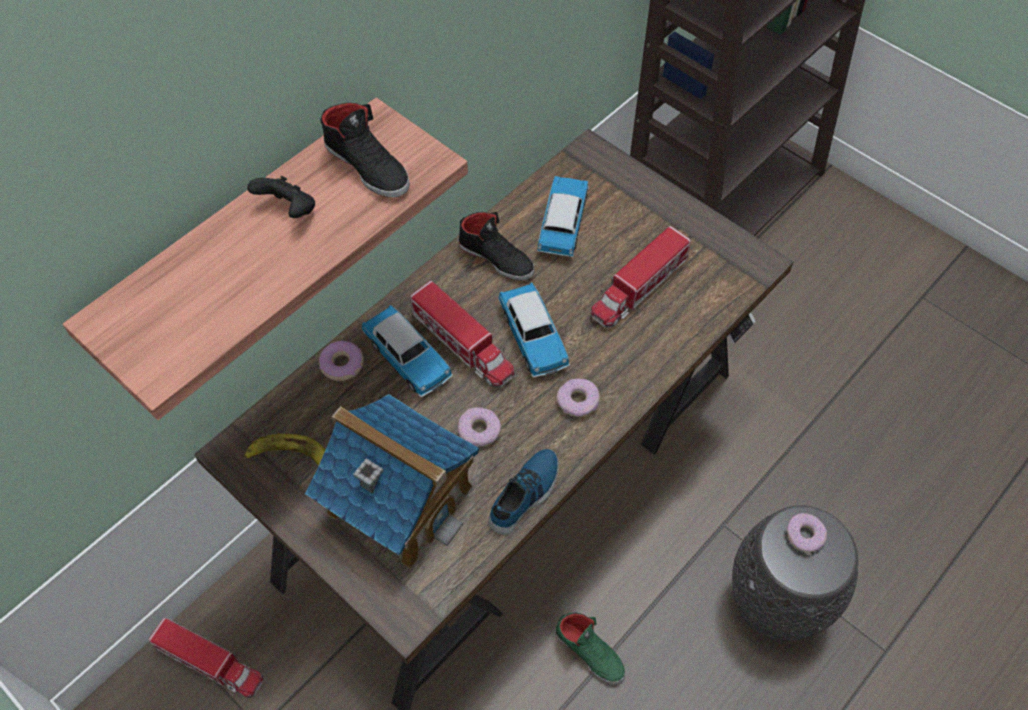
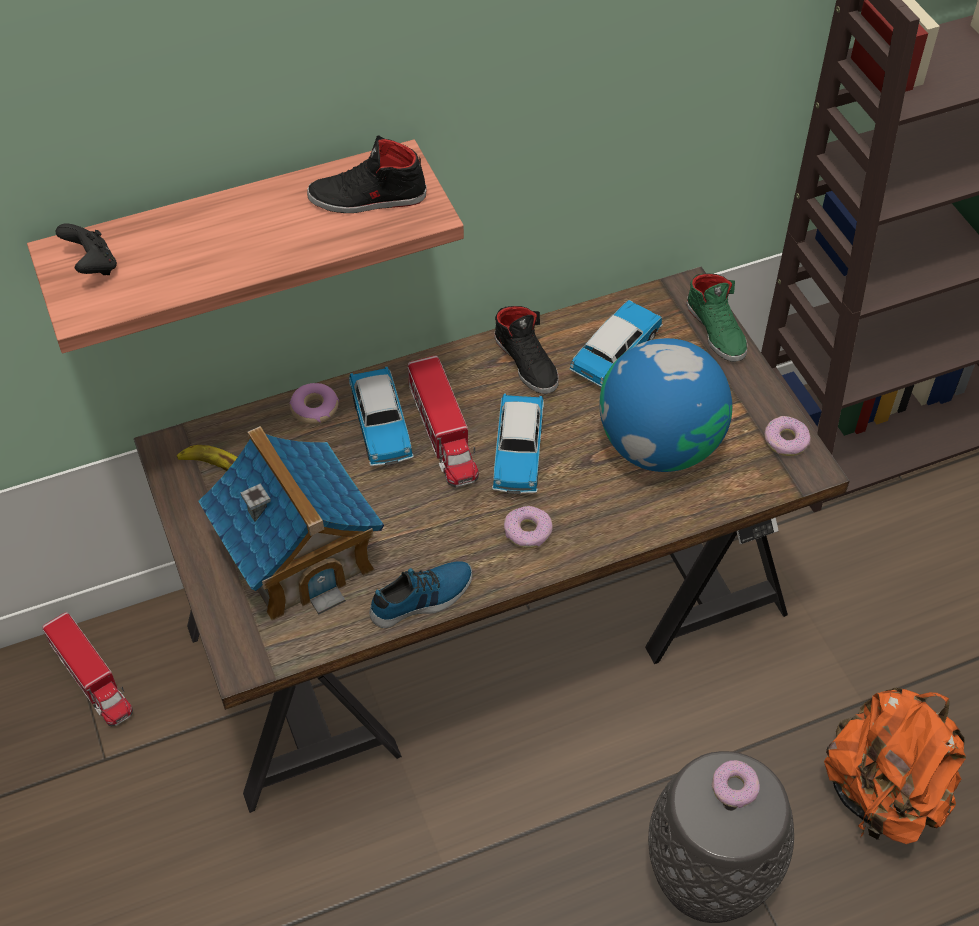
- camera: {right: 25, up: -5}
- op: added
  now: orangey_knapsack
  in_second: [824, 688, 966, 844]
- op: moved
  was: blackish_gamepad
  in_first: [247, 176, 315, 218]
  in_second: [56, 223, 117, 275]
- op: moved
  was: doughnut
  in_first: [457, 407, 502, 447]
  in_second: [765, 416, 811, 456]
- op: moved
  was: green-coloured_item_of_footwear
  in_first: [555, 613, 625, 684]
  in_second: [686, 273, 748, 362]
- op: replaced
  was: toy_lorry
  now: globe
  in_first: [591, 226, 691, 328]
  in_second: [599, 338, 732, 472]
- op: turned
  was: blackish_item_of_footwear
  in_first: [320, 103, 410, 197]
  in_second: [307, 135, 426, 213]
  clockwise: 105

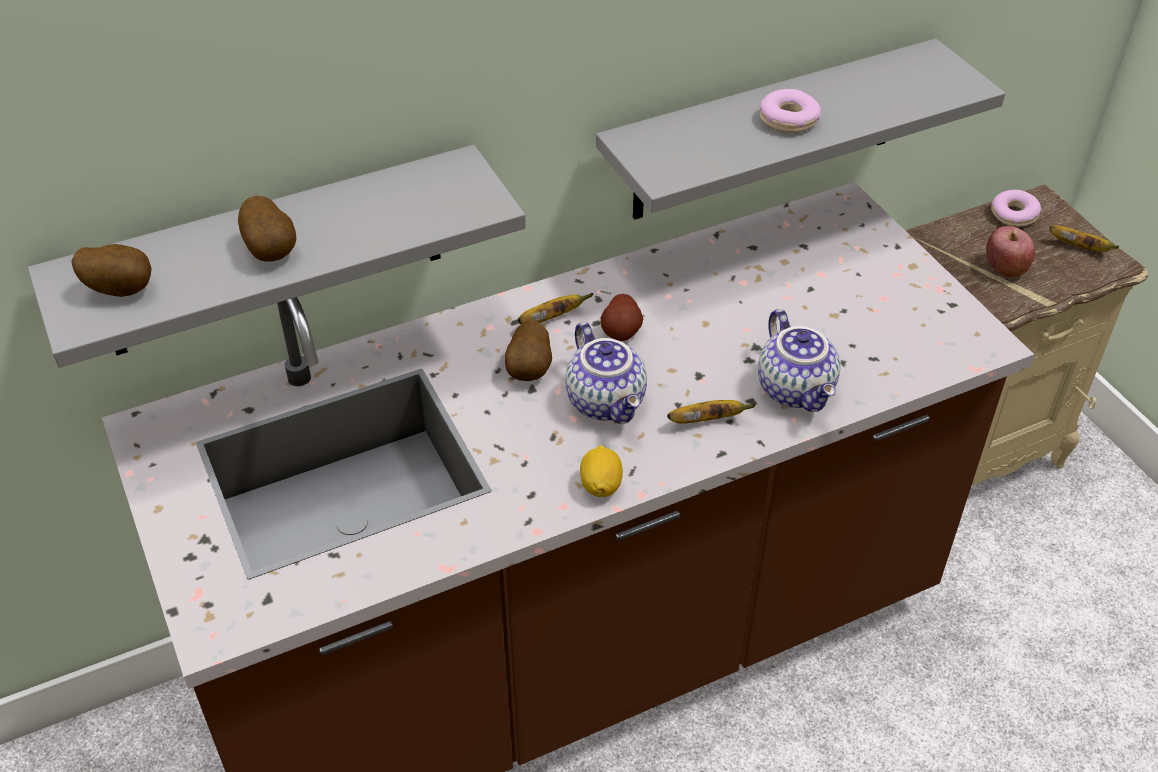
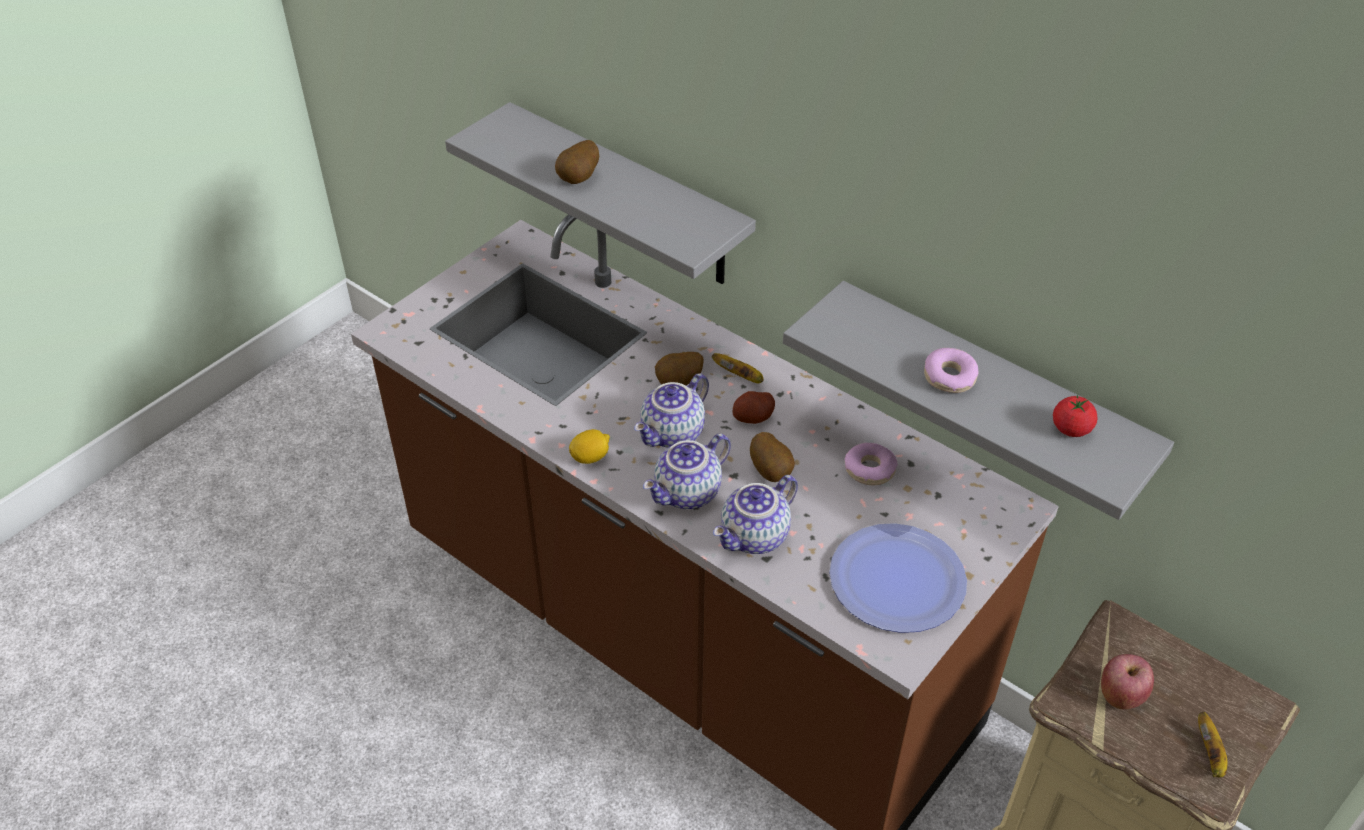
- camera: {right: 65, up: 0}
- op: added
  now: dinner_plate
  in_second: [829, 523, 967, 633]
- op: added
  now: tomato
  in_second: [1053, 395, 1097, 437]
- op: moved
  was: spud
  in_first: [71, 244, 152, 297]
  in_second: [750, 432, 795, 482]
- op: moved
  was: doughnut
  in_first: [991, 190, 1041, 227]
  in_second: [845, 443, 897, 485]
- op: replaced
  was: banana_fruit
  now: teapot
  in_first: [667, 400, 756, 424]
  in_second: [643, 433, 731, 509]

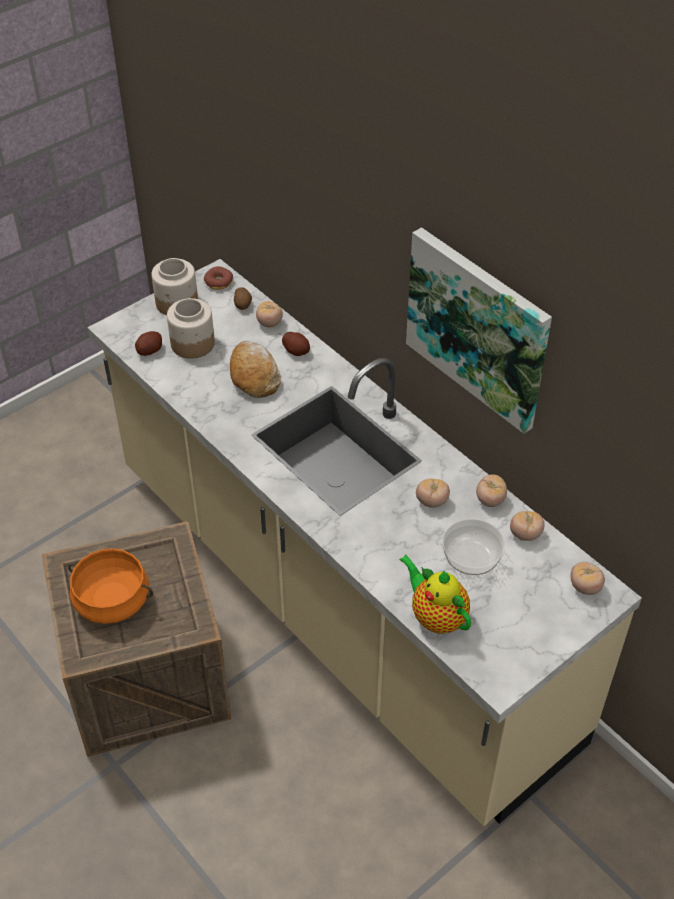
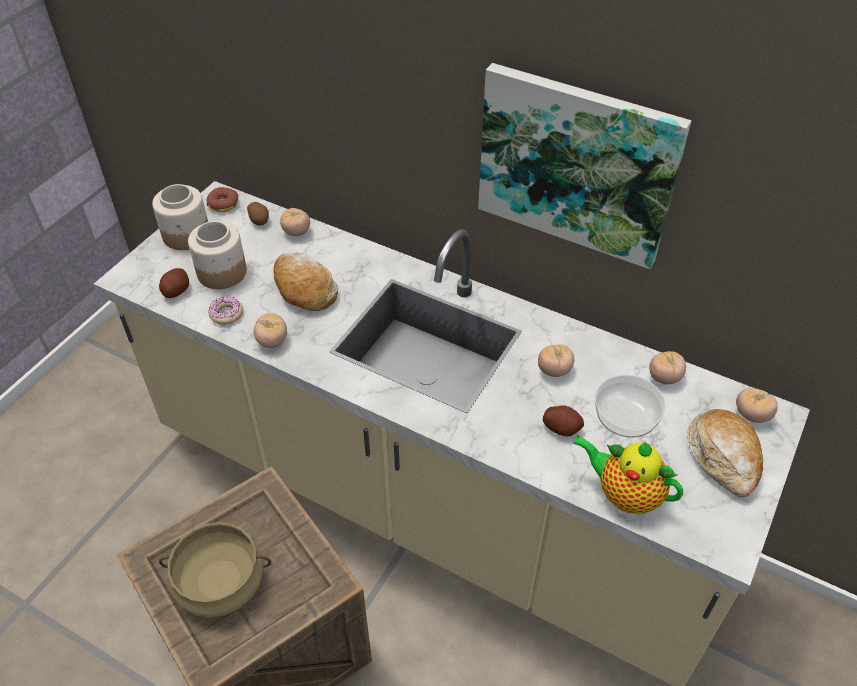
- camera: {right: -20, up: 0}
- op: added
  now: doughnut
  in_second: [209, 296, 243, 325]
- op: added
  now: bakery_bread
  in_second: [687, 409, 763, 497]
- op: moved
  was: spud
  in_first: [282, 332, 310, 356]
  in_second: [543, 406, 584, 436]
- op: moved
  was: tomato
  in_first: [476, 474, 507, 507]
  in_second: [254, 313, 287, 348]
- op: recoloured
  was: orangey_stockpot
  now: beige_stockpot
  in_first: [68, 548, 153, 624]
  in_second: [159, 522, 271, 618]

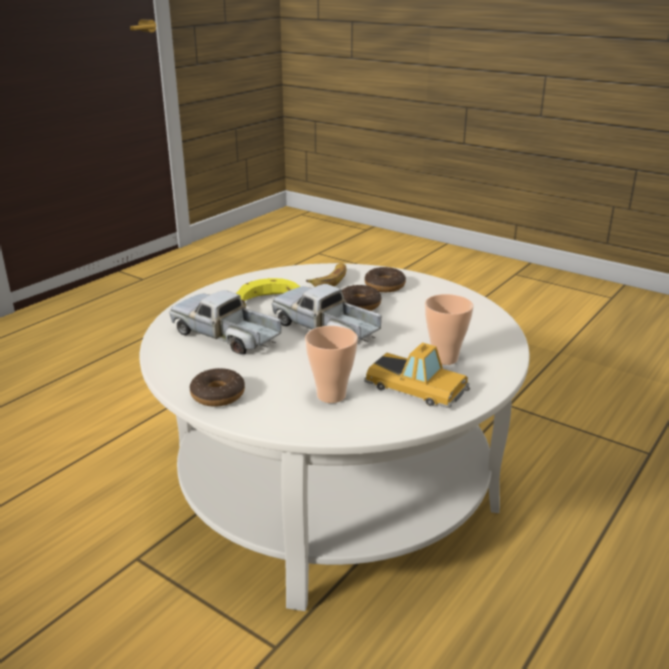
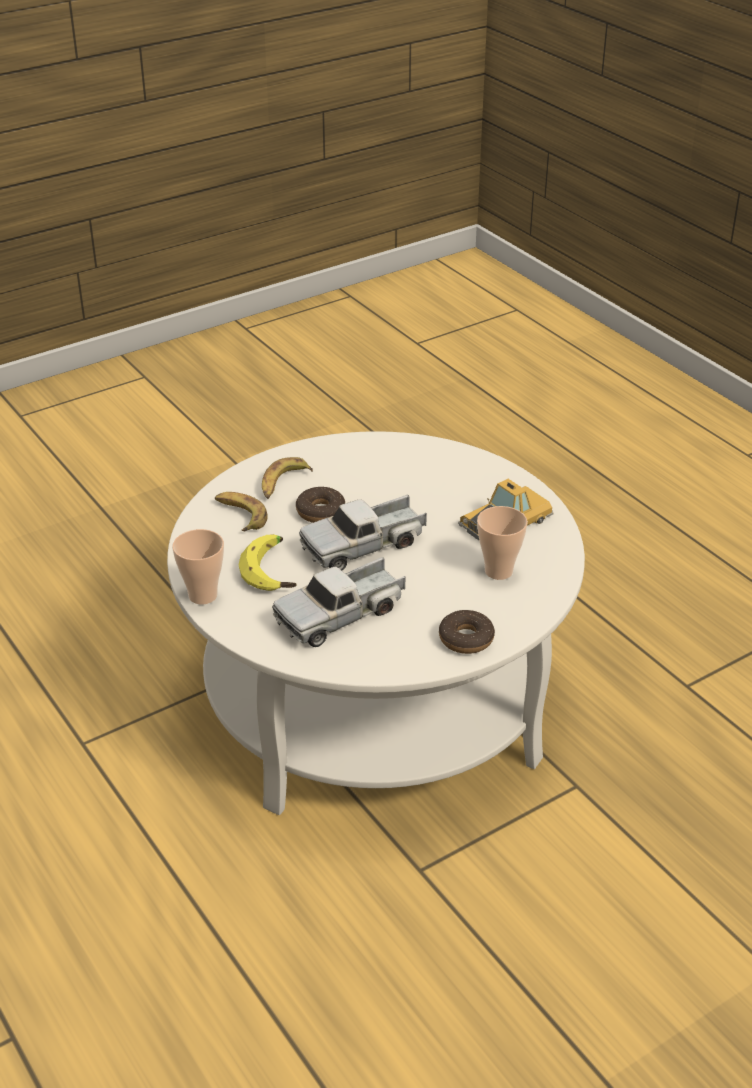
- camera: {right: -70, up: 10}
- op: moved
  was: small_cup
  in_first: [425, 294, 473, 365]
  in_second: [172, 529, 224, 604]
- op: replaced
  was: doughnut
  now: banana_fruit
  in_first: [365, 267, 406, 292]
  in_second: [262, 457, 313, 499]

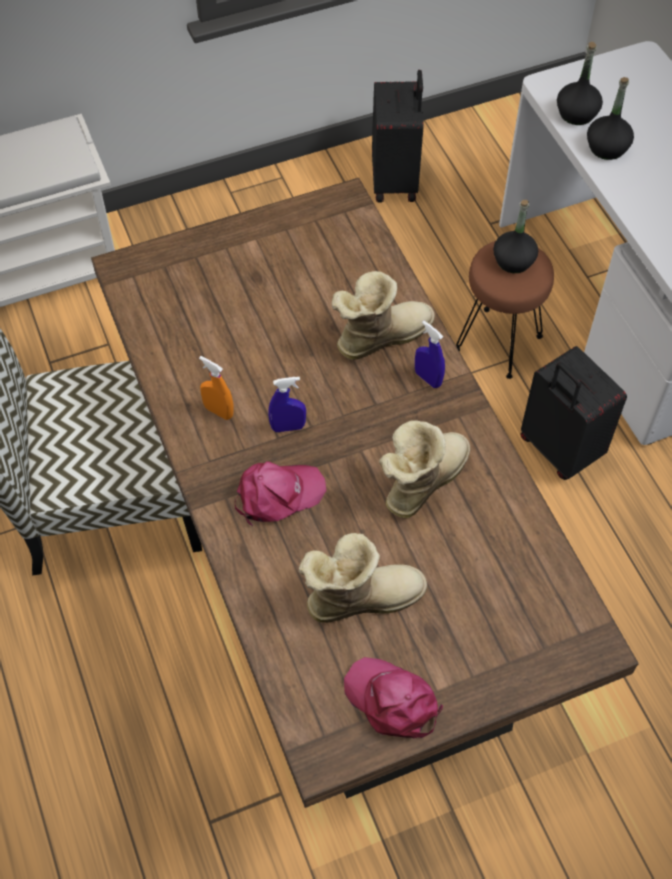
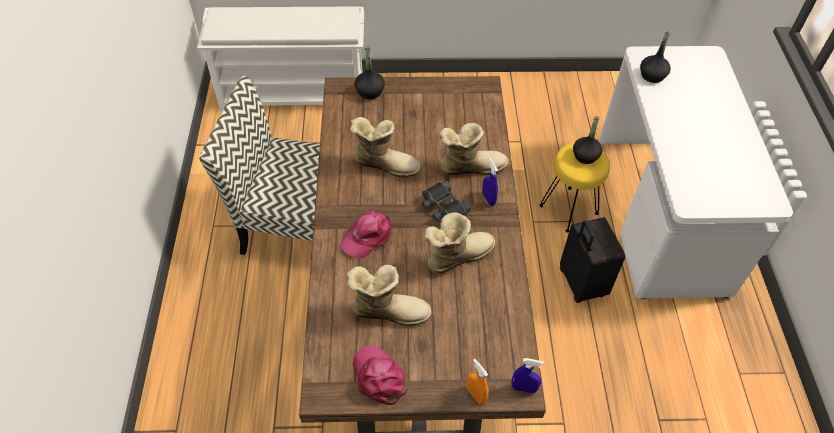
- camera: {right: 20, up: -5}
- op: removed
  was: blackish_piece_of_luggage
  in_first: [372, 70, 424, 203]
- op: added
  now: boot
  in_second: [350, 117, 421, 178]
- op: added
  now: blackish_pair_of_binoculars
  in_second: [422, 181, 471, 221]
- op: moved
  was: orangey_spray_bottle
  in_first: [199, 356, 233, 420]
  in_second: [466, 359, 489, 405]
- op: moved
  was: bluish_spray_bottle
  in_first: [268, 377, 306, 432]
  in_second: [511, 358, 544, 393]
- op: moved
  was: blackish_drink_bottle
  in_first: [587, 77, 634, 160]
  in_second: [354, 46, 385, 99]
- op: recoloured
  was: brownish_stool
  now: yellow-coloured_stool
  in_first: [456, 241, 554, 379]
  in_second: [539, 142, 610, 232]
- op: turned
  was: pinkish_peaked_cap
  in_first: [235, 461, 326, 526]
  in_second: [340, 210, 392, 259]
  clockwise: 135

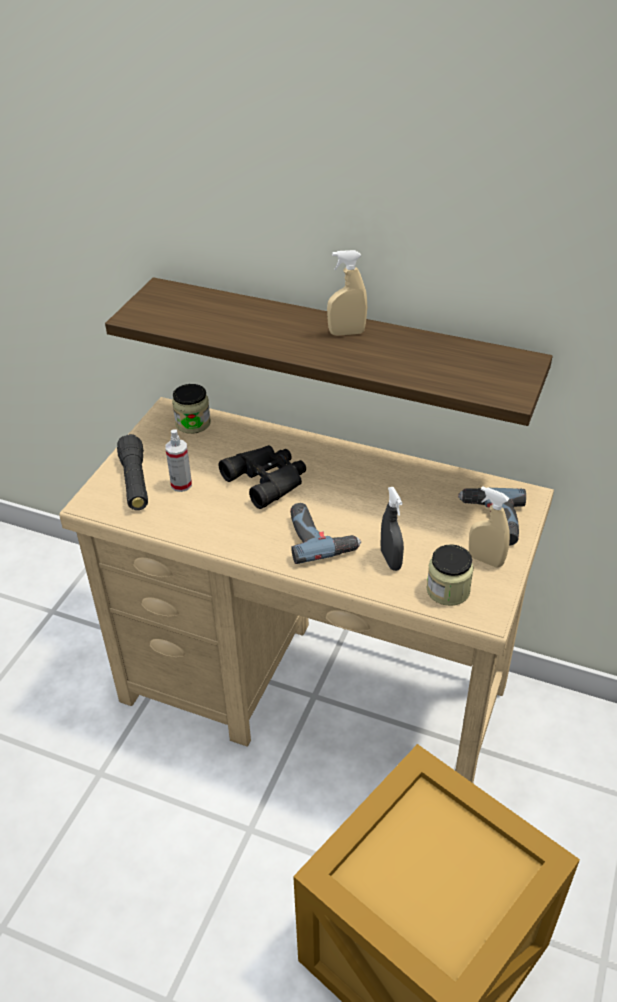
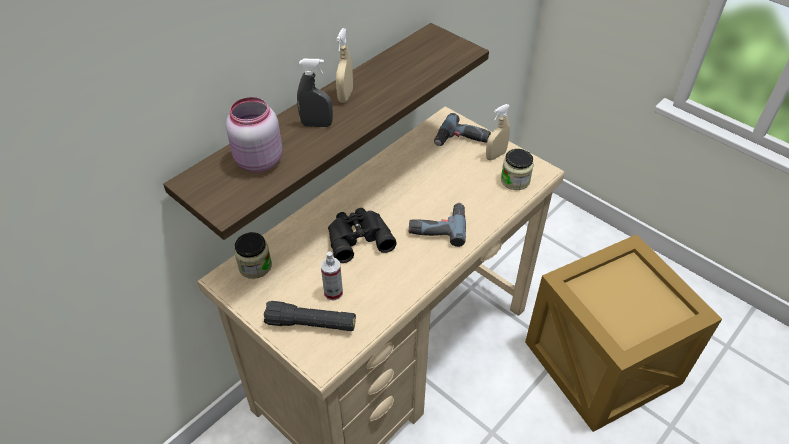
- camera: {right: -70, up: 5}
- op: added
  now: pinkish_preserve_jar
  in_second: [226, 97, 282, 173]
- op: moved
  was: gray_spray_bottle
  in_first: [381, 487, 404, 571]
  in_second: [297, 59, 333, 127]

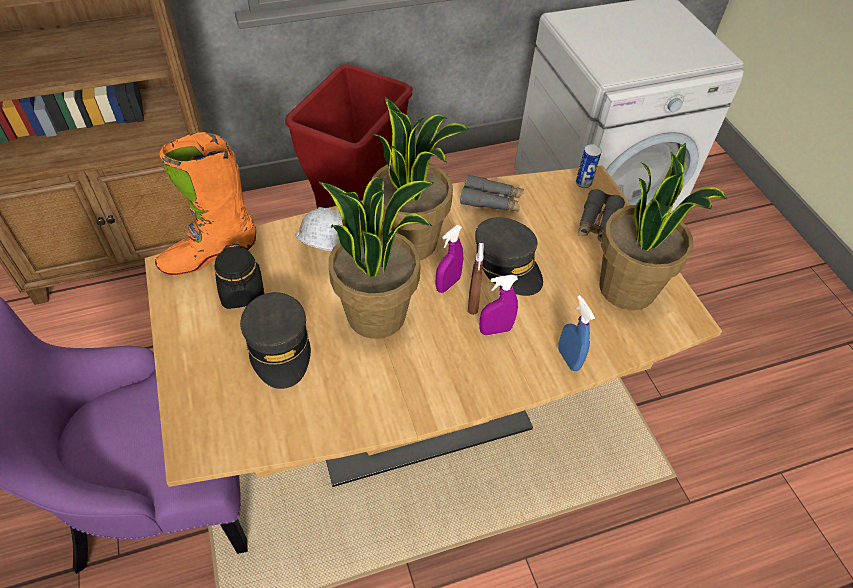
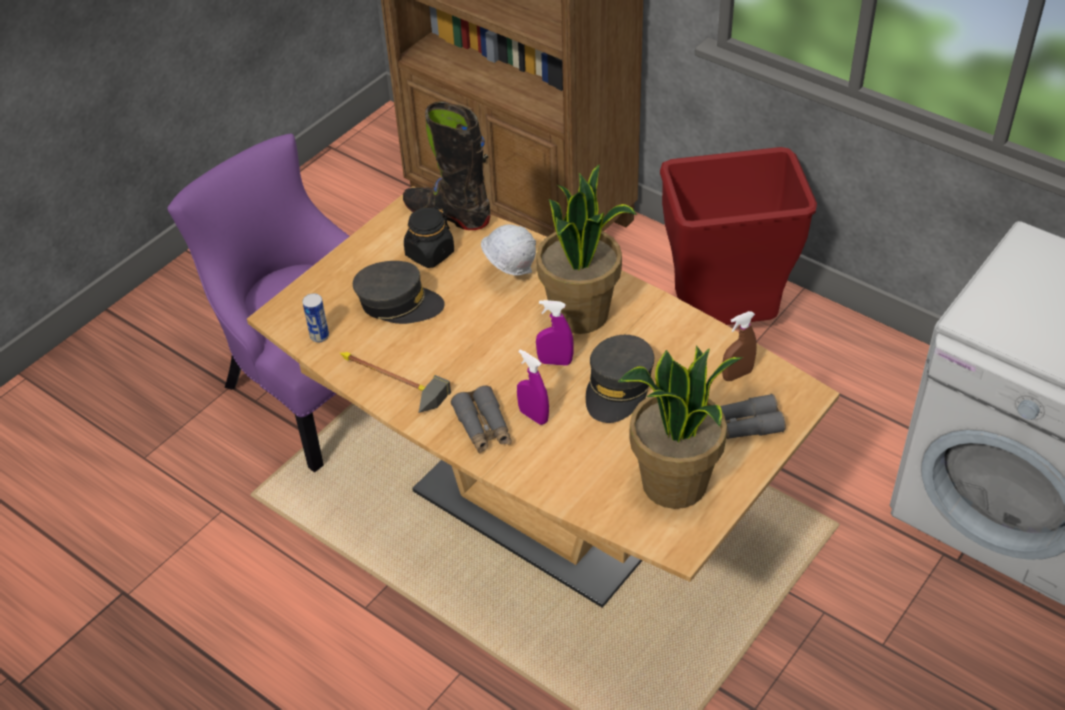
- camera: {right: 60, up: -5}
- op: removed
  was: potted_plant
  in_first: [319, 177, 434, 339]
- op: removed
  was: bluish_spray_bottle
  in_first: [558, 295, 595, 371]
- op: added
  now: tool_hammer
  in_second: [340, 352, 451, 413]
- op: moved
  was: gray_pair_of_binoculars
  in_first: [460, 174, 524, 212]
  in_second: [451, 385, 512, 453]
- op: moved
  was: brownish_spray_bottle
  in_first: [468, 243, 484, 315]
  in_second: [722, 311, 757, 381]
- op: moved
  was: sealed_can
  in_first: [576, 144, 602, 188]
  in_second: [302, 294, 329, 342]
- op: recoloured
  was: orangey_boot
  now: blackish_boot
  in_first: [155, 132, 256, 275]
  in_second: [403, 101, 491, 230]
- op: turned
  was: gray_peaked_cap
  in_first: [240, 292, 311, 389]
  in_second: [353, 261, 445, 324]
  clockwise: -120

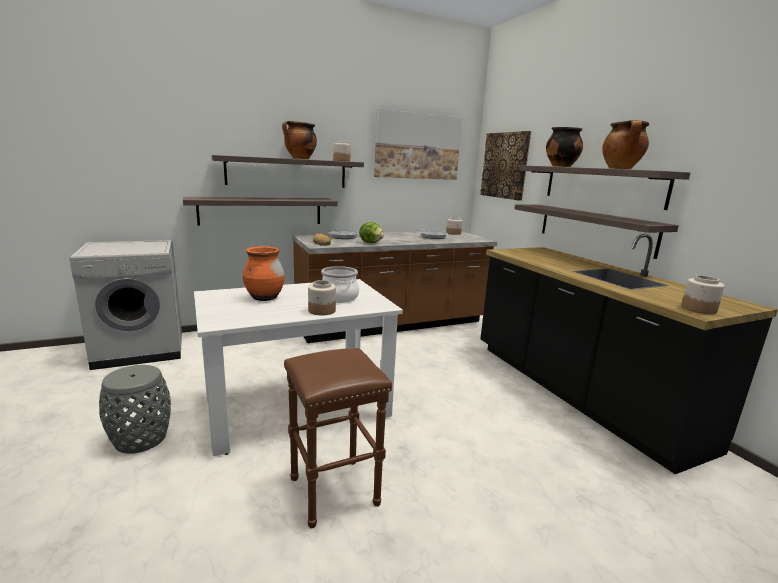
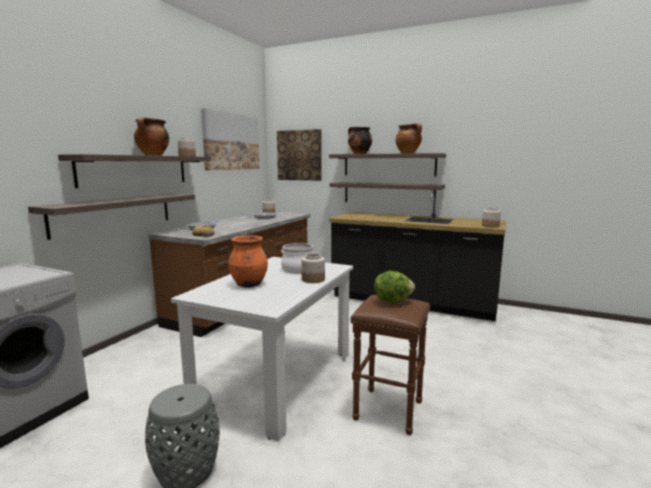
- camera: {right: -40, up: -5}
- op: moved
  was: lettuce
  in_first: [359, 222, 384, 243]
  in_second: [374, 271, 415, 303]

